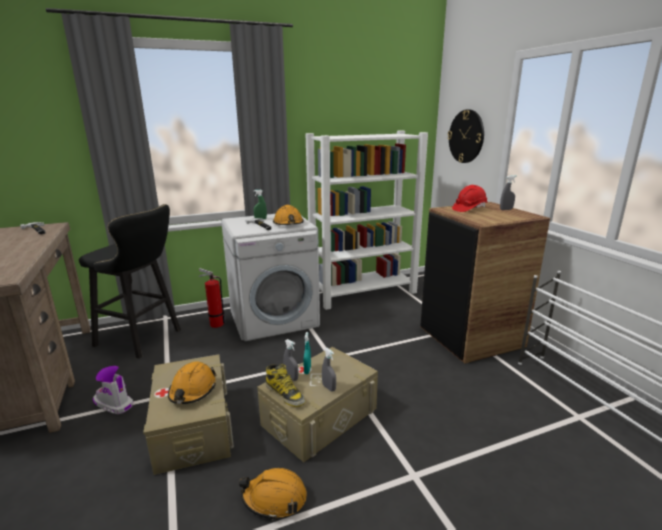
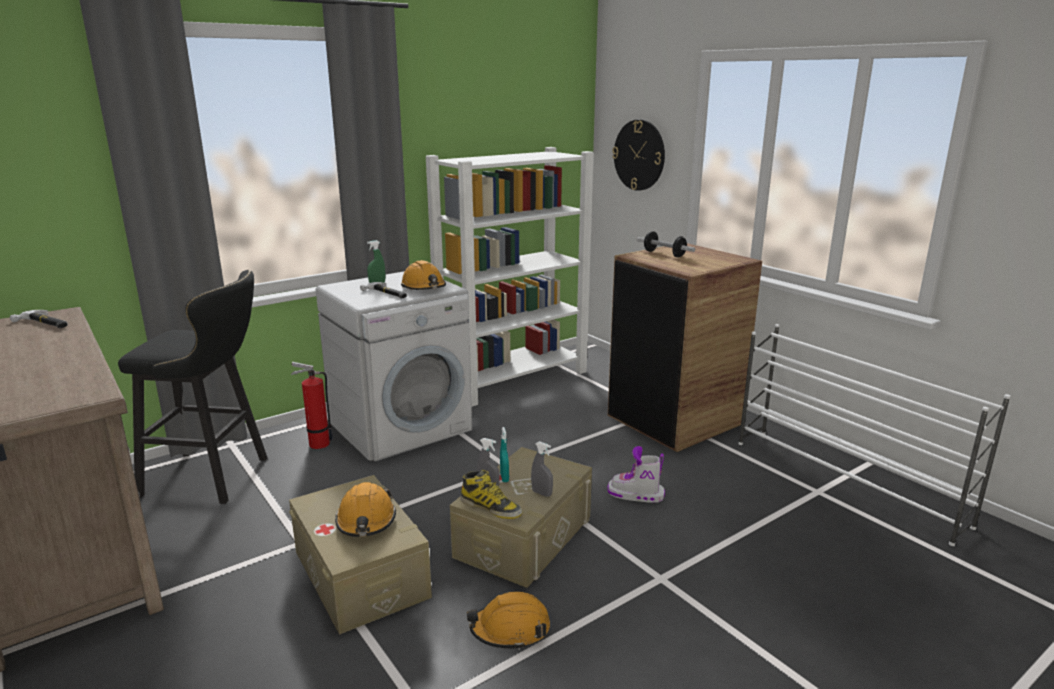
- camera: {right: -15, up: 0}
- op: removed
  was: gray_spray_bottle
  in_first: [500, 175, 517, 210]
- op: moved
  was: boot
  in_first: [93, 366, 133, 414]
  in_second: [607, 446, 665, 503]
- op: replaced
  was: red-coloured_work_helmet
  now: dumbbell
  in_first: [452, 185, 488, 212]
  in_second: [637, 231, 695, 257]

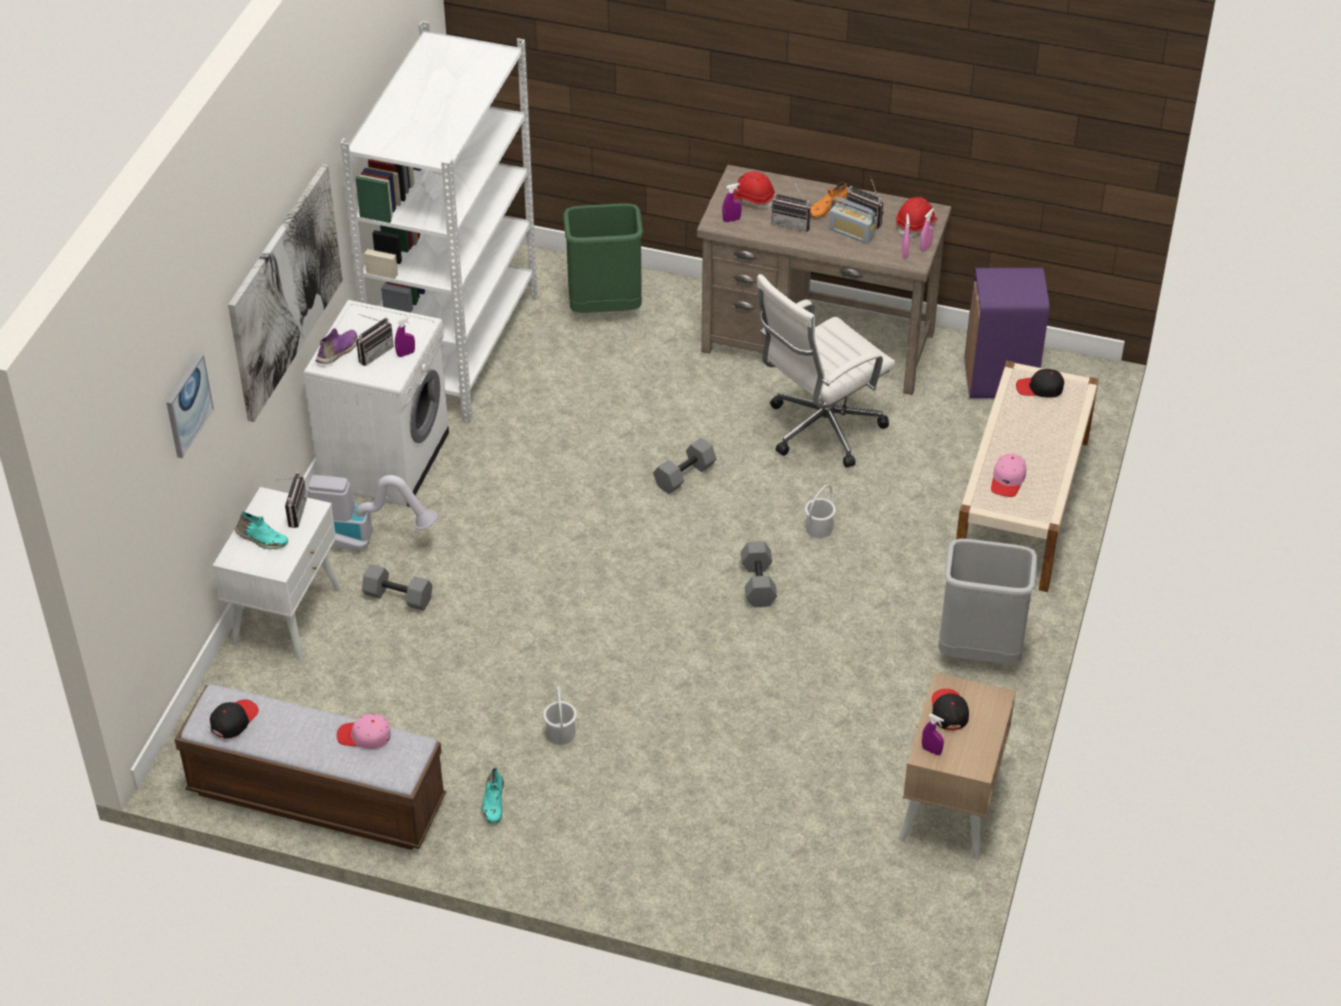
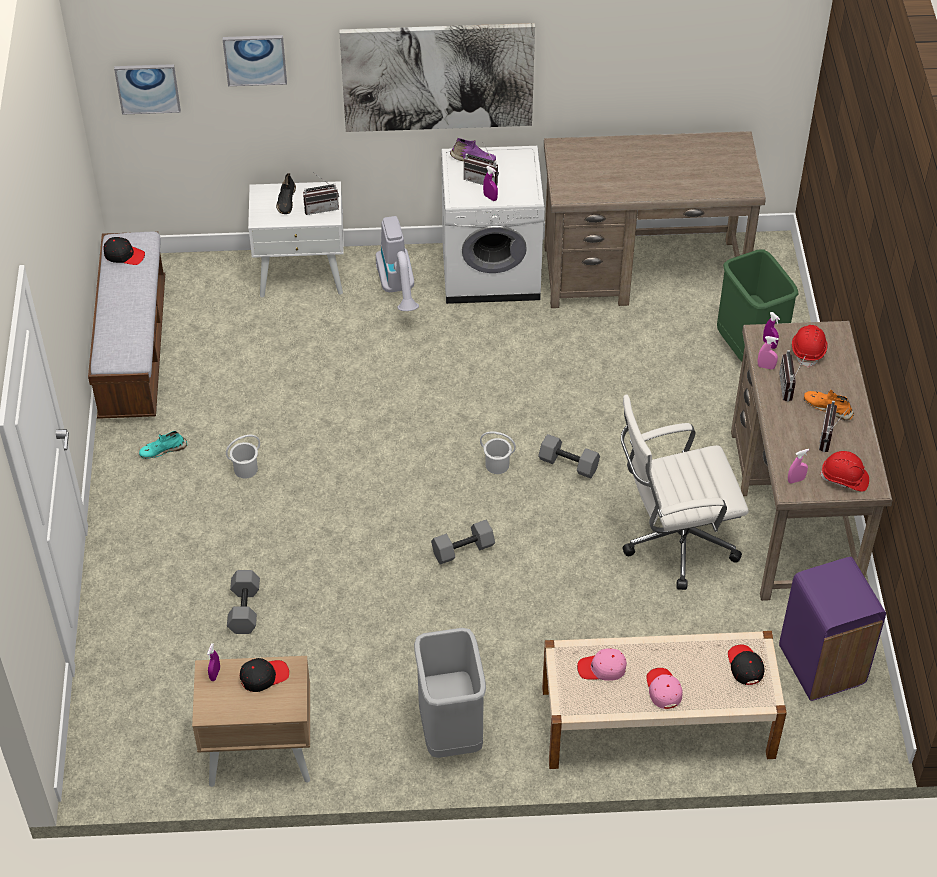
- camera: {right: 70, up: 5}
- op: removed
  was: radio_receiver
  in_first: [829, 197, 876, 244]
- op: added
  now: wall_art
  in_second: [114, 64, 181, 115]
- op: moved
  was: pinkish_peaked_cap
  in_first: [337, 714, 390, 749]
  in_second: [646, 668, 682, 709]
- op: moved
  was: gray_dumbbell
  in_first: [362, 564, 433, 611]
  in_second: [227, 570, 260, 634]
- op: moved
  was: white-coloured_water_bucket
  in_first: [805, 485, 836, 538]
  in_second: [480, 431, 516, 474]
- op: moved
  was: pinkish_spray_bottle
  in_first: [920, 208, 934, 252]
  in_second: [758, 336, 779, 369]
- op: replaced
  was: white-coloured_bookcase
  now: brownish_desk_table
  in_first: [340, 21, 537, 424]
  in_second: [544, 131, 766, 308]
- op: recoloured
  was: turquoise_item_of_footwear
  now: blackish_item_of_footwear
  in_first: [235, 511, 288, 549]
  in_second: [276, 173, 296, 214]
- op: turned
  was: white-coloured_desk_chair
  in_first: [757, 274, 896, 468]
  in_second: [621, 394, 749, 590]
  clockwise: -45

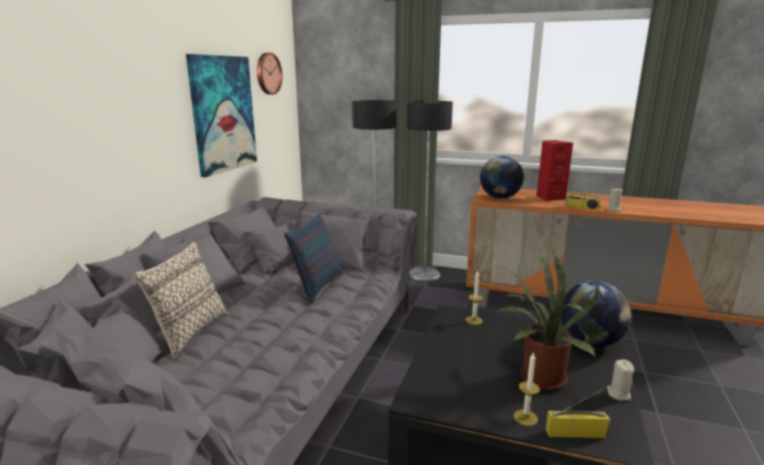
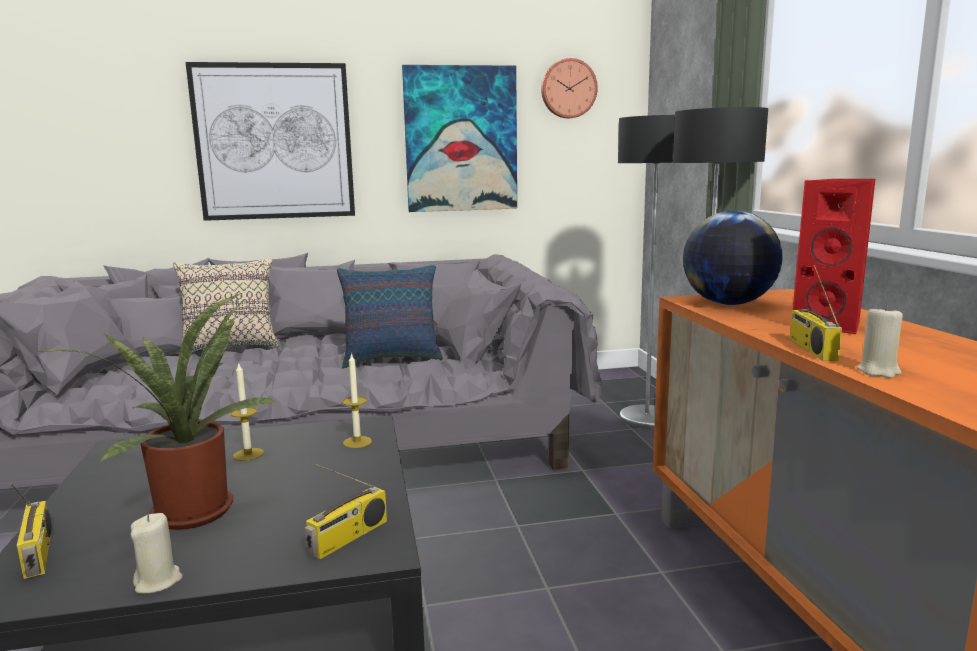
- camera: {right: 60, up: -5}
- op: added
  now: wall_art
  in_second: [186, 62, 355, 221]
- op: moved
  was: wax_light
  in_first: [514, 353, 540, 426]
  in_second: [230, 362, 264, 461]
- op: replaced
  was: globe
  now: radio_receiver
  in_first: [561, 281, 631, 347]
  in_second: [305, 463, 387, 559]

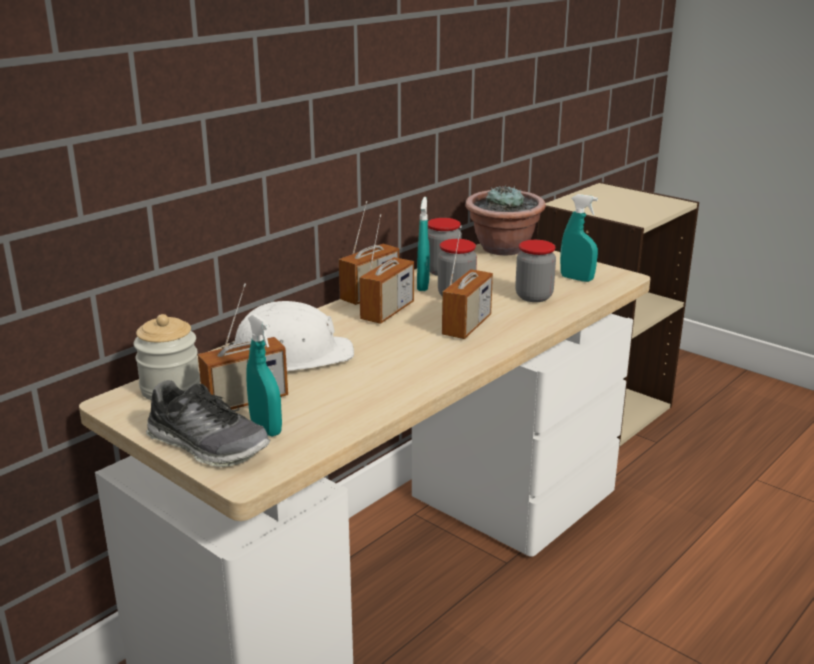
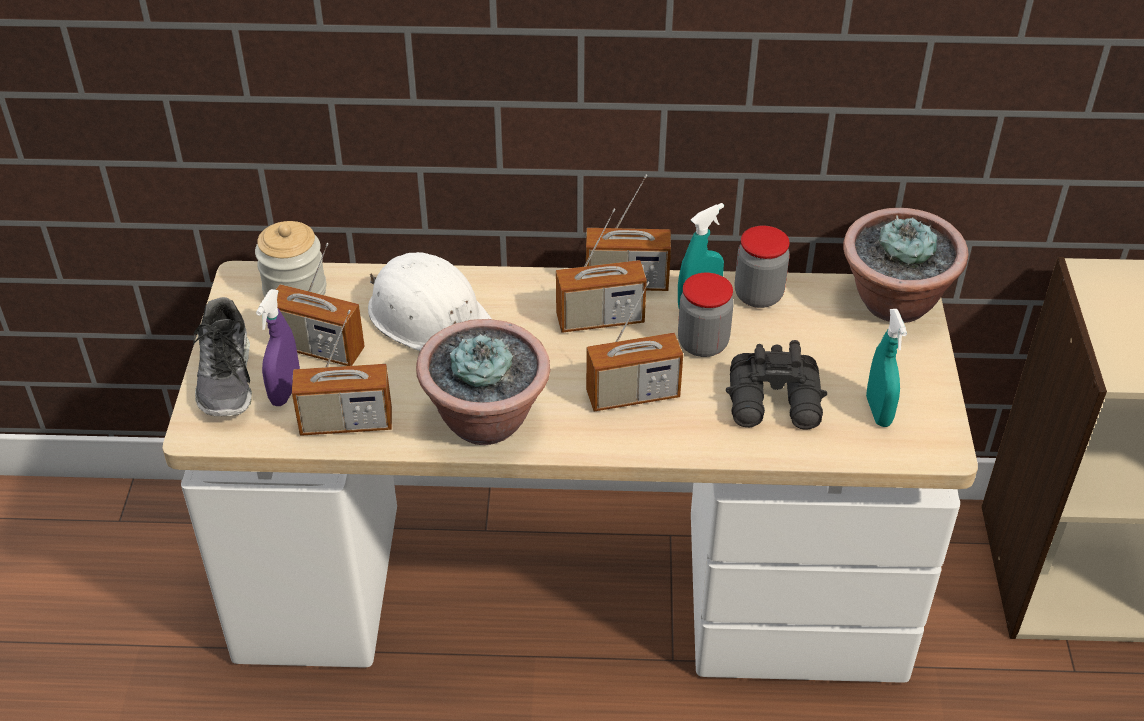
- camera: {right: 50, up: 20}
- op: added
  now: radio_receiver
  in_second: [292, 310, 392, 436]
- op: added
  now: potted_plant
  in_second: [416, 319, 550, 445]
- op: replaced
  was: preserve_jar
  now: blackish_pair_of_binoculars
  in_first: [515, 240, 556, 302]
  in_second: [726, 340, 827, 430]
- op: recoloured
  was: turquoise_spray_bottle
  now: purple-coloured_spray_bottle
  in_first: [246, 314, 282, 437]
  in_second: [256, 289, 300, 406]

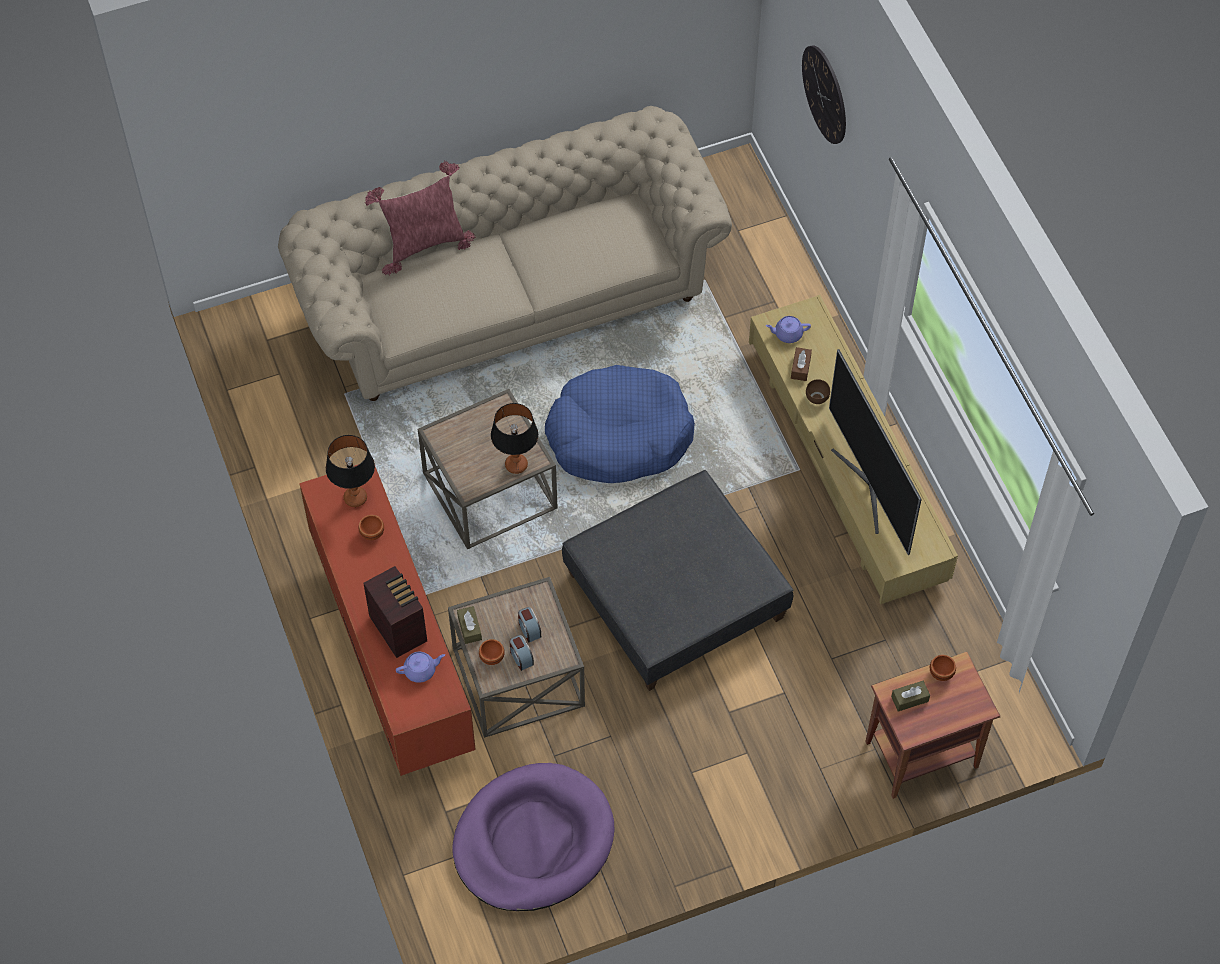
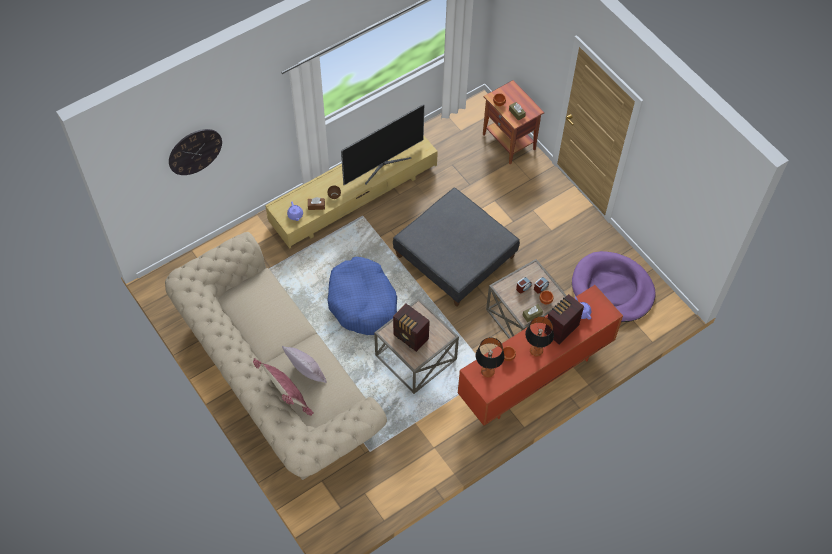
- camera: {right: -105, up: 0}
- op: added
  now: purple-coloured_throw_pillow
  in_second: [282, 346, 327, 383]
- op: added
  now: radio_receiver
  in_second: [393, 304, 430, 352]
- op: moved
  was: tabletop_lamp
  in_first: [491, 403, 538, 474]
  in_second: [525, 316, 554, 357]

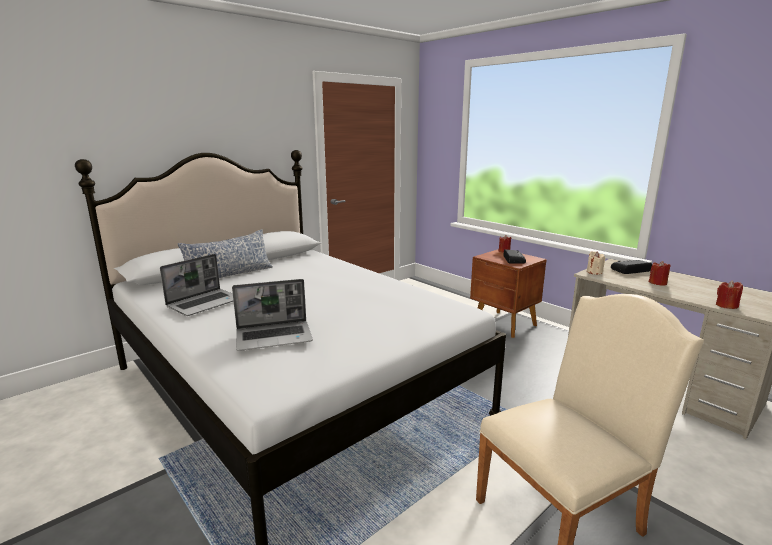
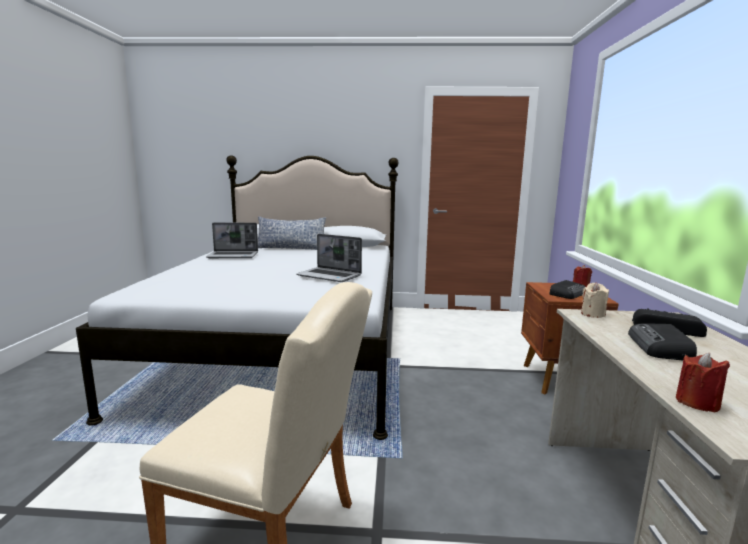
- camera: {right: 45, up: -5}
- op: moved
  was: laptop
  in_first: [232, 279, 313, 351]
  in_second: [296, 234, 362, 282]
- op: replaced
  was: red-coloured_wax_light
  now: radio_receiver
  in_first: [649, 261, 671, 286]
  in_second: [628, 324, 697, 360]

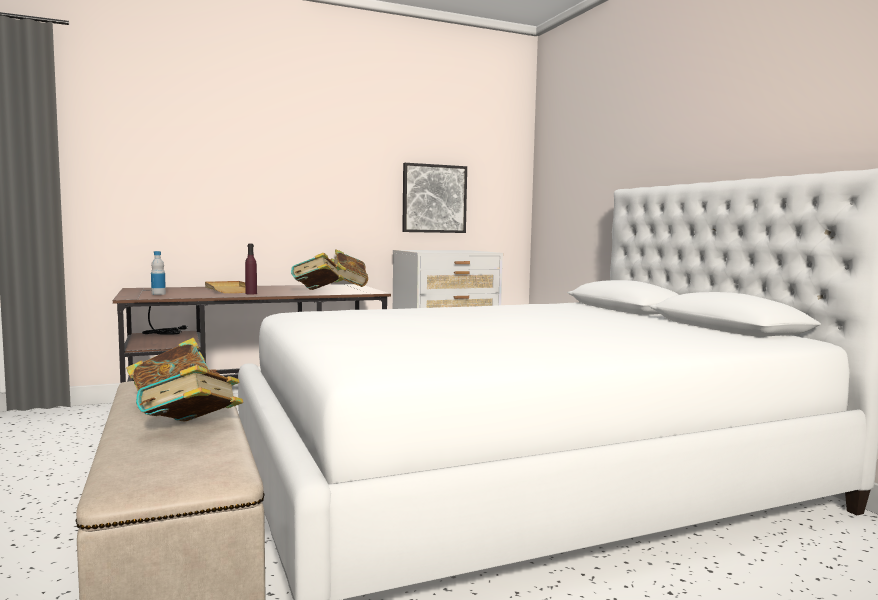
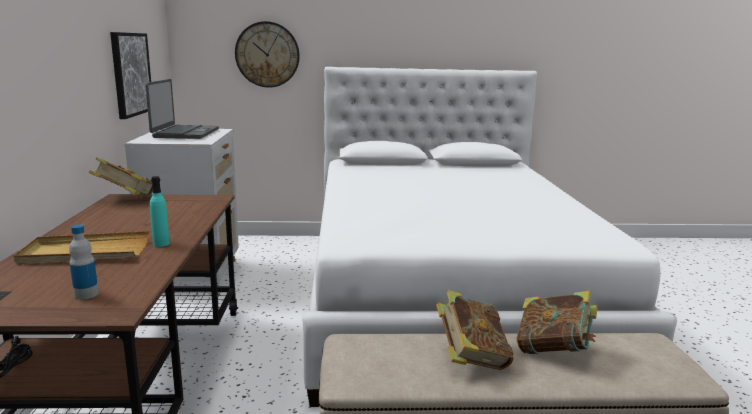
- camera: {right: -70, up: 10}
- op: removed
  was: volume
  in_first: [291, 253, 344, 290]
- op: added
  now: laptop
  in_second: [145, 79, 219, 139]
- op: added
  now: clock_on_the_wall
  in_second: [235, 21, 300, 88]
- op: recoloured
  was: purple-coloured_drink_bottle
  now: turquoise_drink_bottle
  in_first: [245, 244, 257, 295]
  in_second: [150, 176, 170, 247]

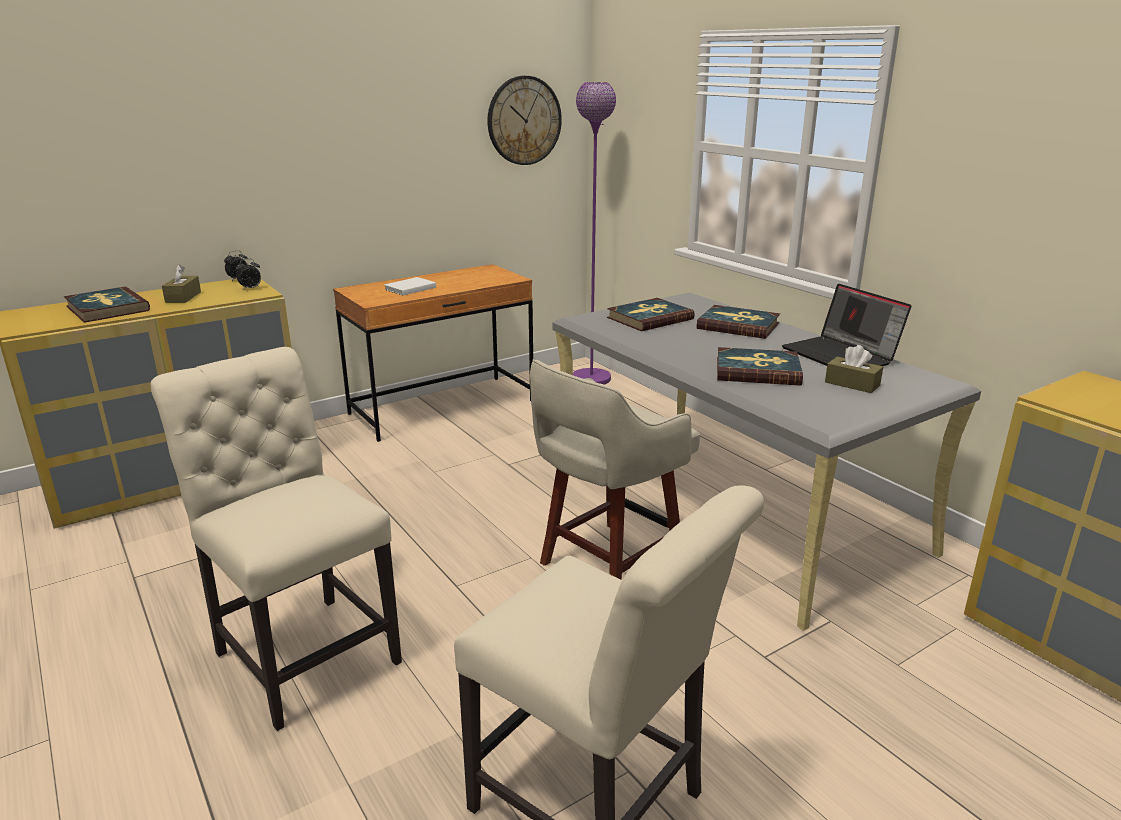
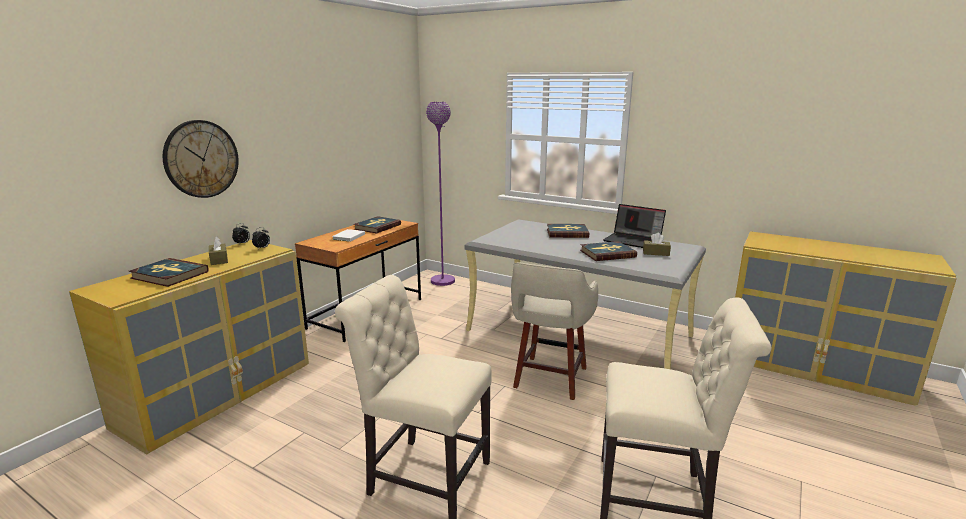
- camera: {right: -25, up: -5}
- op: moved
  was: clock_on_the_wall
  in_first: [487, 76, 562, 165]
  in_second: [163, 120, 239, 198]
- op: moved
  was: volume
  in_first: [607, 298, 695, 331]
  in_second: [353, 216, 401, 233]

